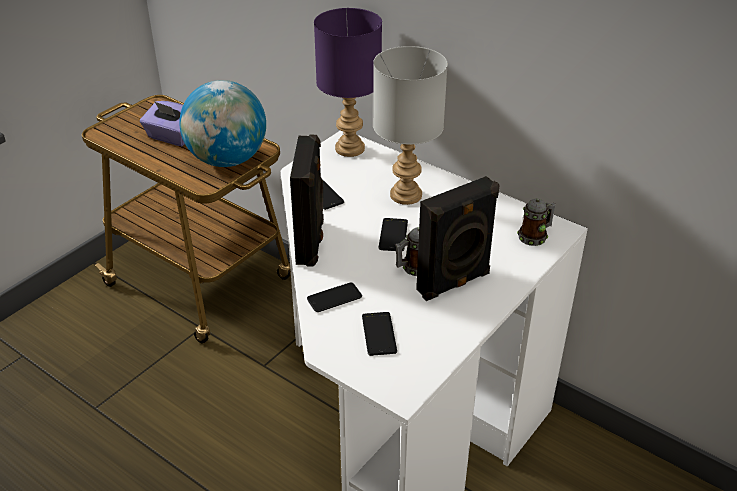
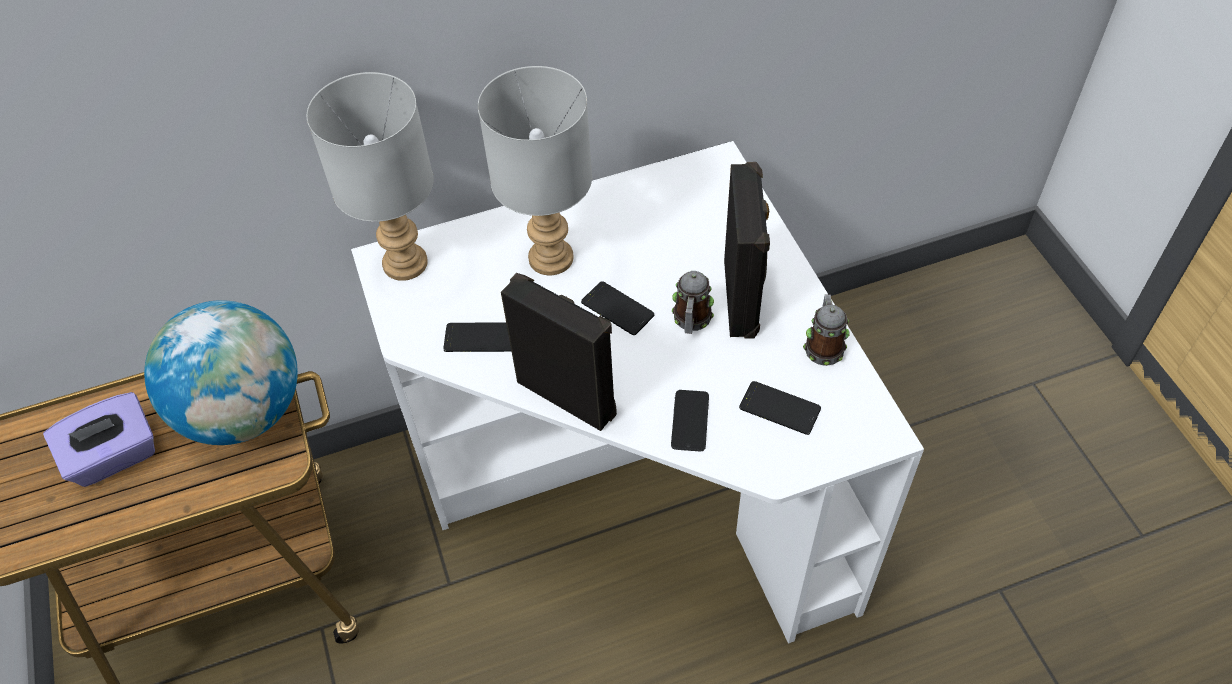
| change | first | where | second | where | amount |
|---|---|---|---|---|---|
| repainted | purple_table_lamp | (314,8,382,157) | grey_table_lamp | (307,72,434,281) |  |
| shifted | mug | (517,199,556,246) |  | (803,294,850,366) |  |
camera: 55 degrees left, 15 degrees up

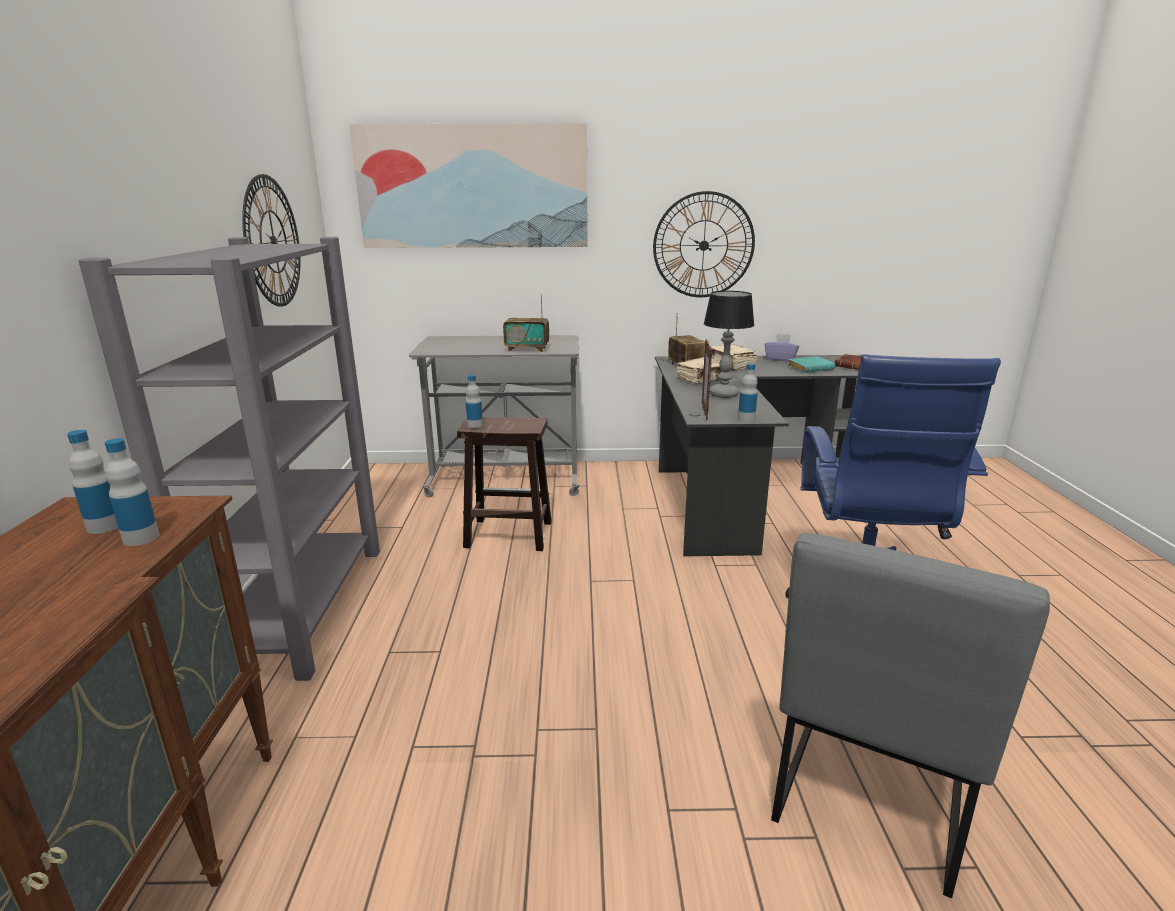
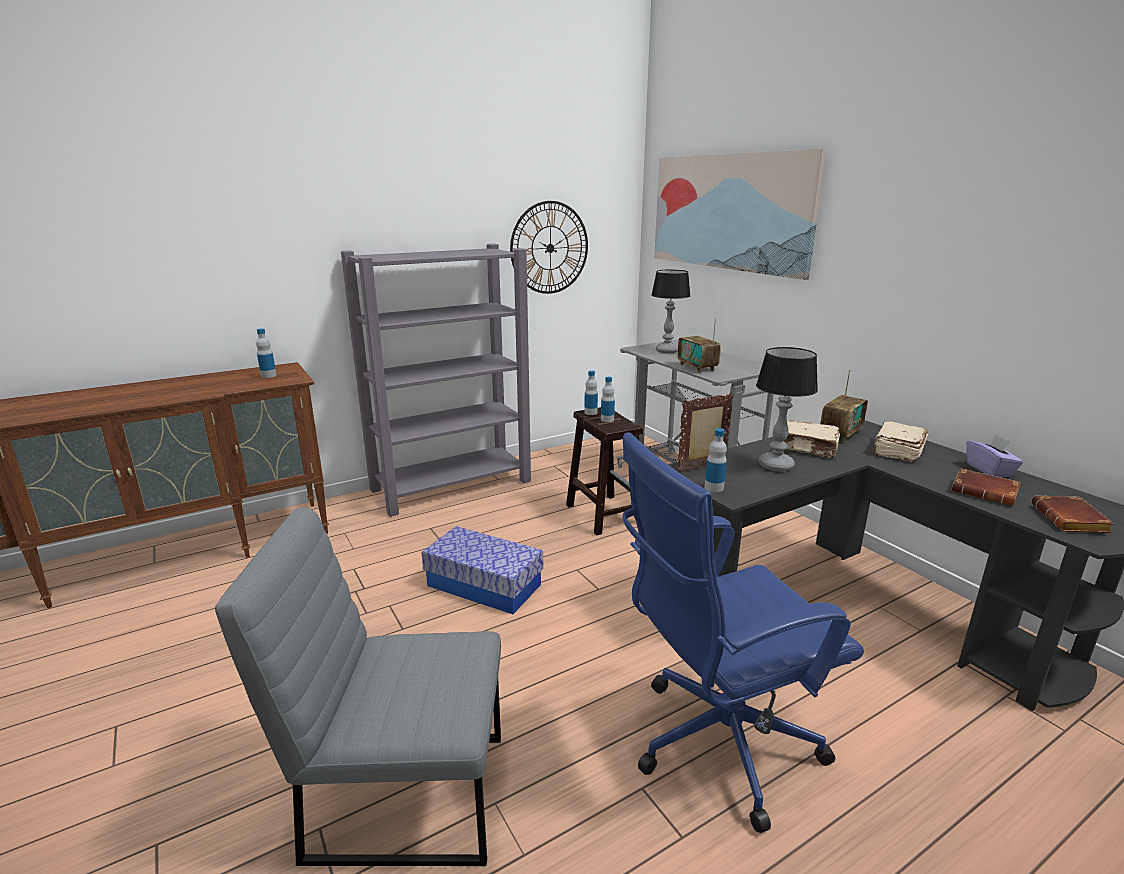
| change | first | where | second | where | amount |
|---|---|---|---|---|---|
| gone | wall_clock | (653,191,755,297) |  |  |  |
| repainted | turquoise_book | (788,356,835,373) | brown_book | (951,469,1021,506) |  |
| shifted | bottle | (105,438,159,546) |  | (601,377,615,422) |  |
| new |  |  | table_lamp | (651,270,690,353) |  |
| new |  |  | storage_box | (421,526,543,614) |  |
camera: 60 degrees right, 0 degrees up

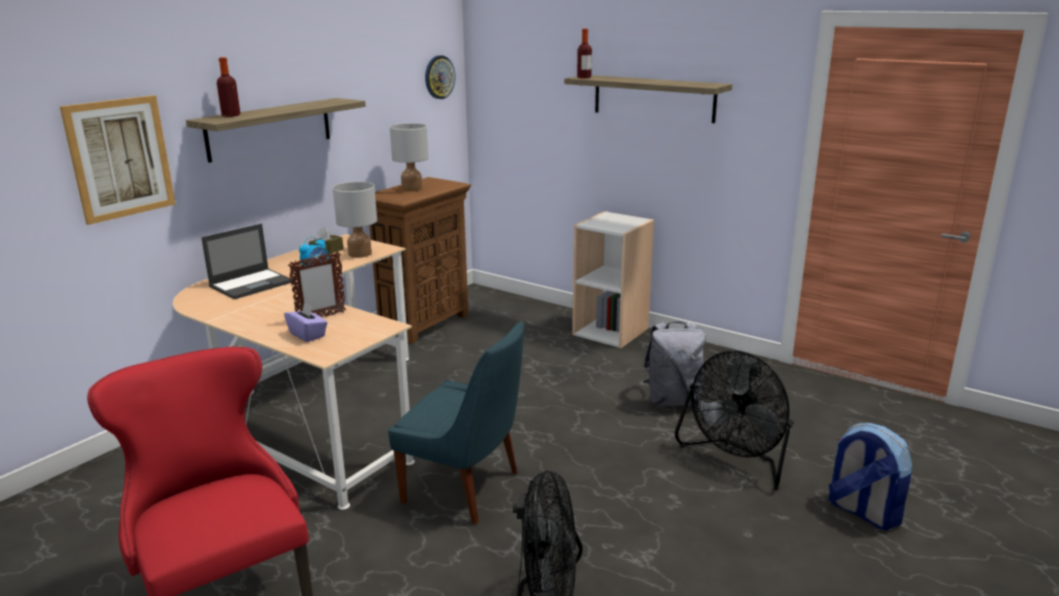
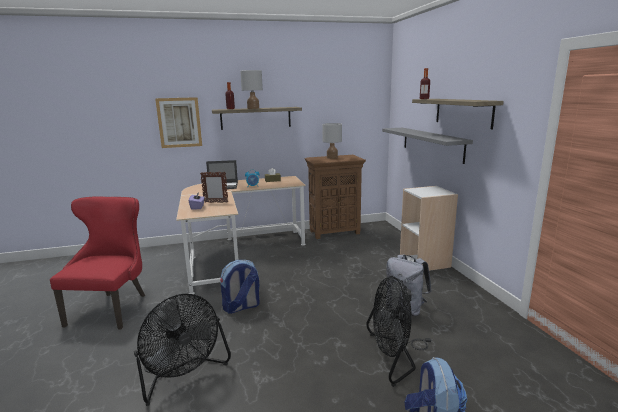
| change | first | where | second | where | amount |
|---|---|---|---|---|---|
| gone | wall_clock | (425,55,456,99) |  |  |  |
| shifted | grey_table_lamp | (333,182,377,258) |  | (240,70,263,109) |  |
| swapped | blue_chair | (388,321,524,524) | backpack | (220,260,260,314) |  |
| new |  |  | grey_shelf | (382,128,473,164) |  |
camera: 40 degrees right, 5 degrees down

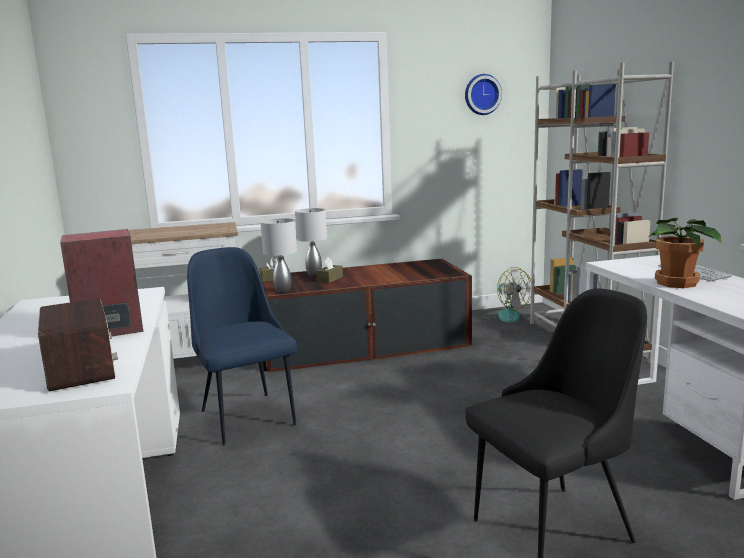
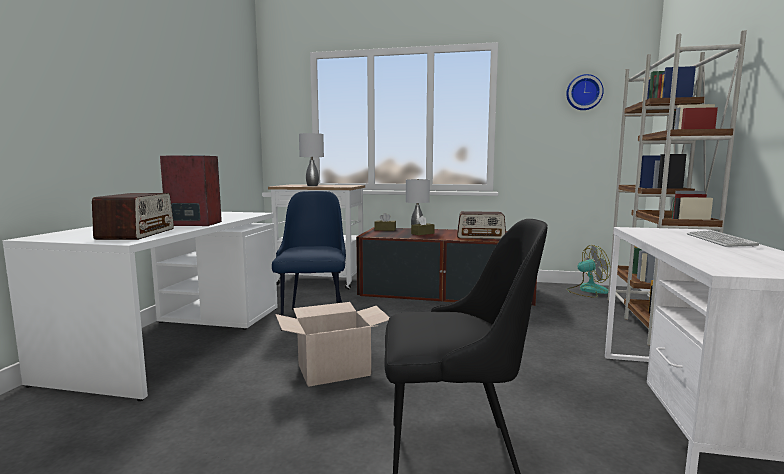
| change | first | where | second | where | amount |
|---|---|---|---|---|---|
| shifted | grey_table_lamp | (261,218,297,293) |  | (299,133,324,186) |  |
| gone | potted_plant | (650,218,722,288) |  |  |  |
| rotated | fan | (479,267,531,323) |  | (567,245,610,298) | 90 degrees counterclockwise |
| new |  |  | radio | (457,211,506,239) |  |
| new |  |  | cardboard_box | (275,302,390,387) |  |
camera: 25 degrees right, 5 degrees down

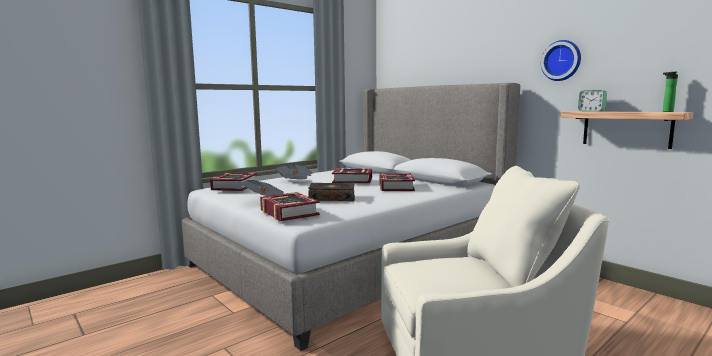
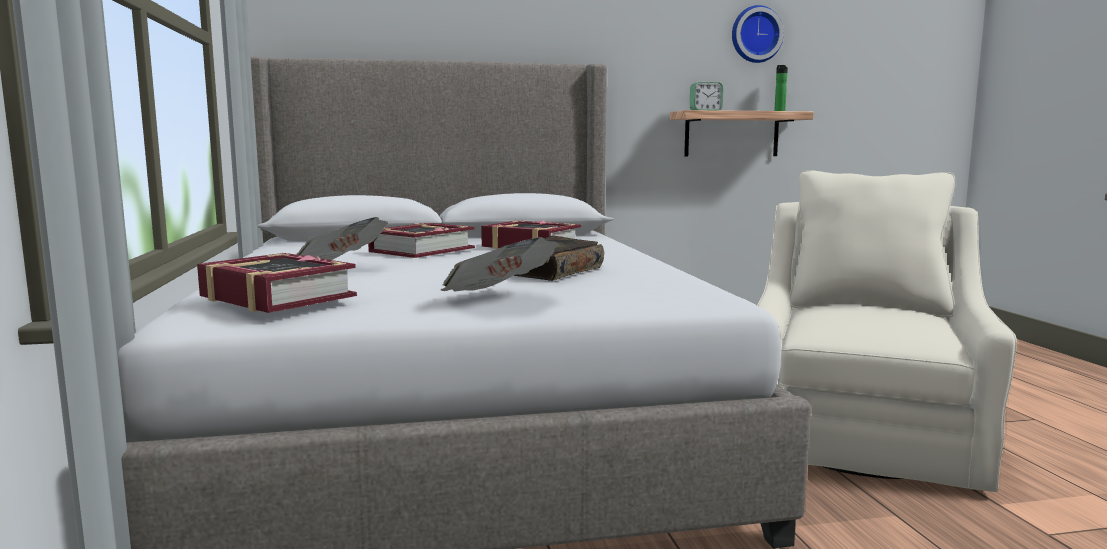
| change | first | where | second | where | amount |
|---|---|---|---|---|---|
| shifted | wall_clock | (541,40,581,81) |  | (732,5,784,63) |  |
| gone | book | (260,192,320,221) |  |  |  |
camera: 60 degrees left, 0 degrees up

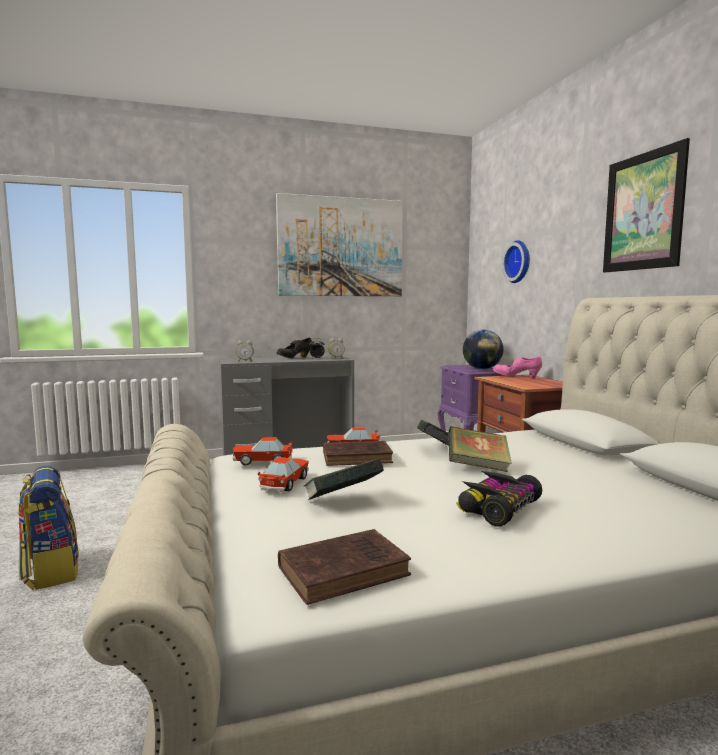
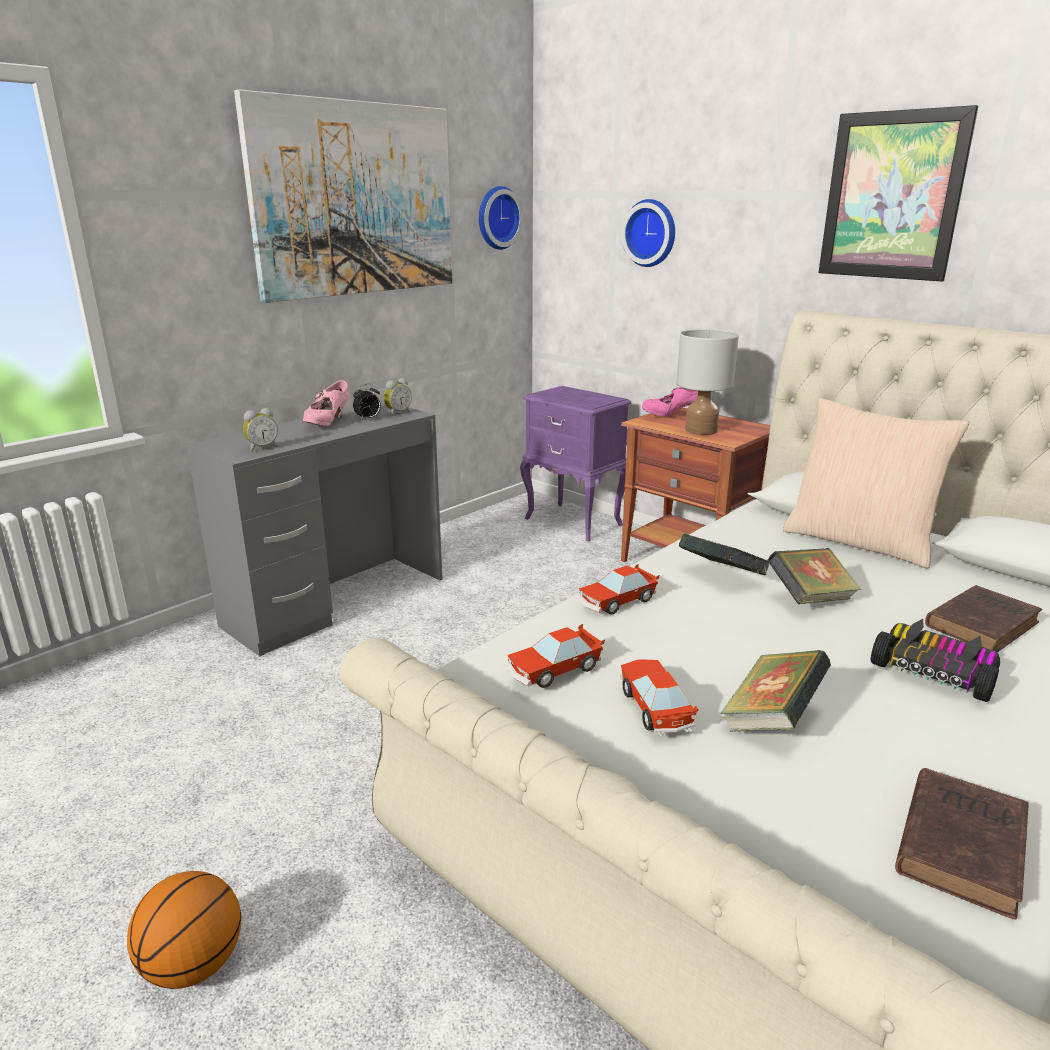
| change | first | where | second | where | amount |
|---|---|---|---|---|---|
| gone | globe | (463,329,504,369) |  |  |  |
| repainted | black_shoe | (276,338,312,358) | pink_shoe | (303,380,349,426) |  |
| shifted | brown_book | (323,441,393,466) |  | (925,585,1042,652) |  |
| swapped | backpack | (18,465,79,590) | basketball | (127,871,241,989) |  |
| rotated | toy_car | (456,471,542,527) |  | (870,619,1000,702) | 120 degrees clockwise |
| new |  |  | wall_clock | (479,186,523,250) |  |
| new |  |  | grey_table_lamp | (676,329,739,435) |  |
| new |  |  | beige_pillow | (783,398,969,569) |  |
camera: 30 degrees left, 15 degrees up

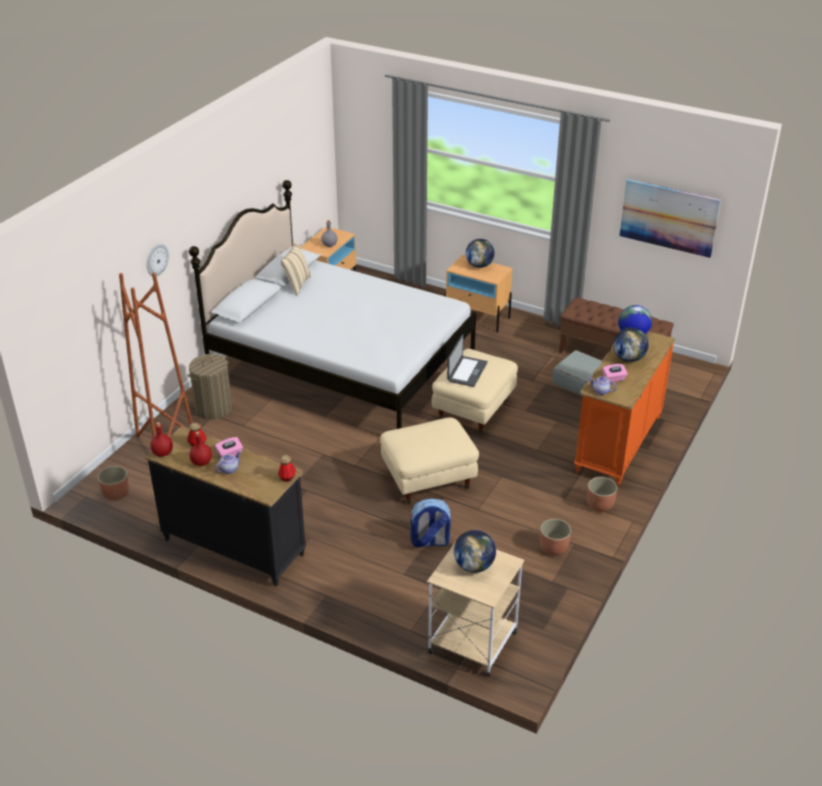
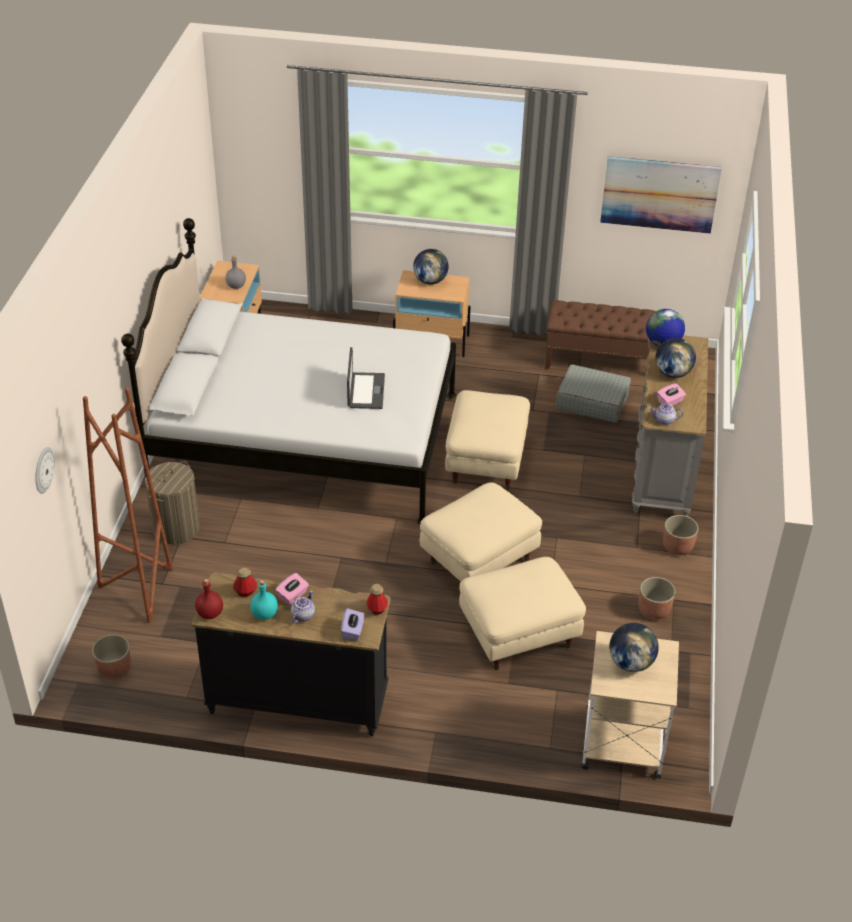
| change | first | where | second | where | amount |
|---|---|---|---|---|---|
| gone | beige_pillow | (281,241,311,296) |  |  |  |
| shifted | wall_clock | (147,244,169,277) |  | (35,447,55,494) |  |
| repainted | orange_dresser | (574,331,675,486) | grey_dresser | (632,336,708,516) |  |
| shifted | laptop | (447,334,488,387) |  | (347,347,385,409) |  |
| repainted | red_bottle | (189,432,212,466) | turquoise_bottle | (250,580,278,620) |  |
| swapped | backpack | (410,498,451,548) | beige_ottoman | (459,557,586,670) |  |
| new |  |  | purple_tissue_box | (341,608,364,641) |  |
camera: 20 degrees left, 5 degrees up

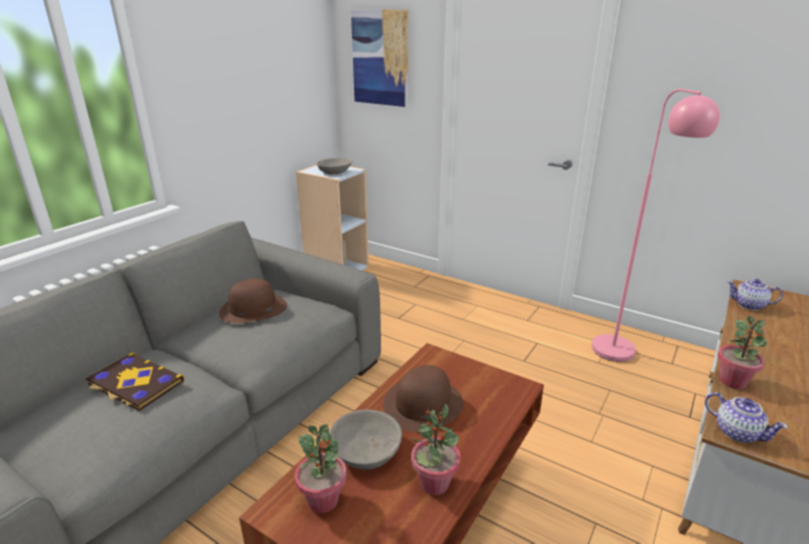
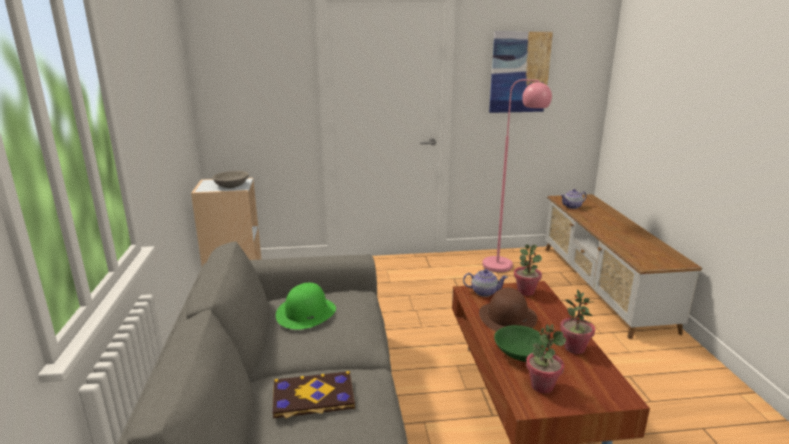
| change | first | where | second | where | amount |
|---|---|---|---|---|---|
| shifted | picture | (351,10,408,107) |  | (489,32,553,113) |  |
| repainted | brown_hat | (219,279,287,323) | green_hat | (276,283,336,330) |  |
| shifted | potted_plant | (718,316,767,389) |  | (514,244,542,296) |  |
| shifted | teapot | (705,392,788,443) |  | (463,269,508,297) |  |
| repainted | grey_bowl | (329,410,402,470) | green_bowl | (494,325,550,362) |  |
camera: 40 degrees left, 5 degrees down

